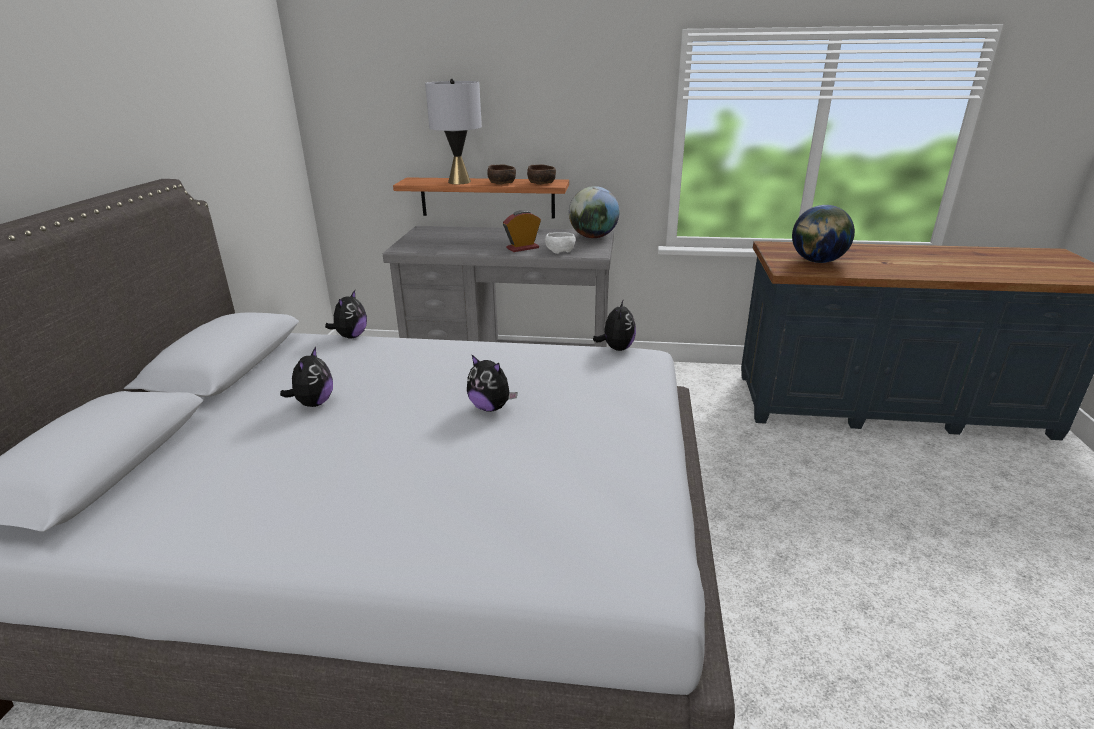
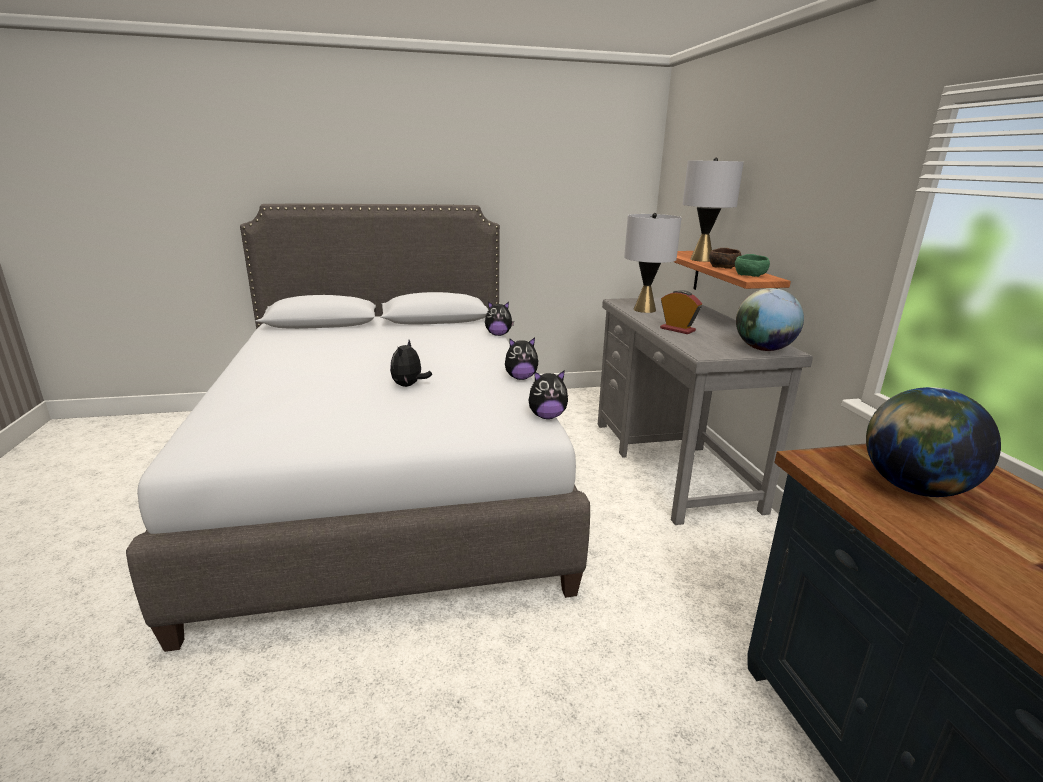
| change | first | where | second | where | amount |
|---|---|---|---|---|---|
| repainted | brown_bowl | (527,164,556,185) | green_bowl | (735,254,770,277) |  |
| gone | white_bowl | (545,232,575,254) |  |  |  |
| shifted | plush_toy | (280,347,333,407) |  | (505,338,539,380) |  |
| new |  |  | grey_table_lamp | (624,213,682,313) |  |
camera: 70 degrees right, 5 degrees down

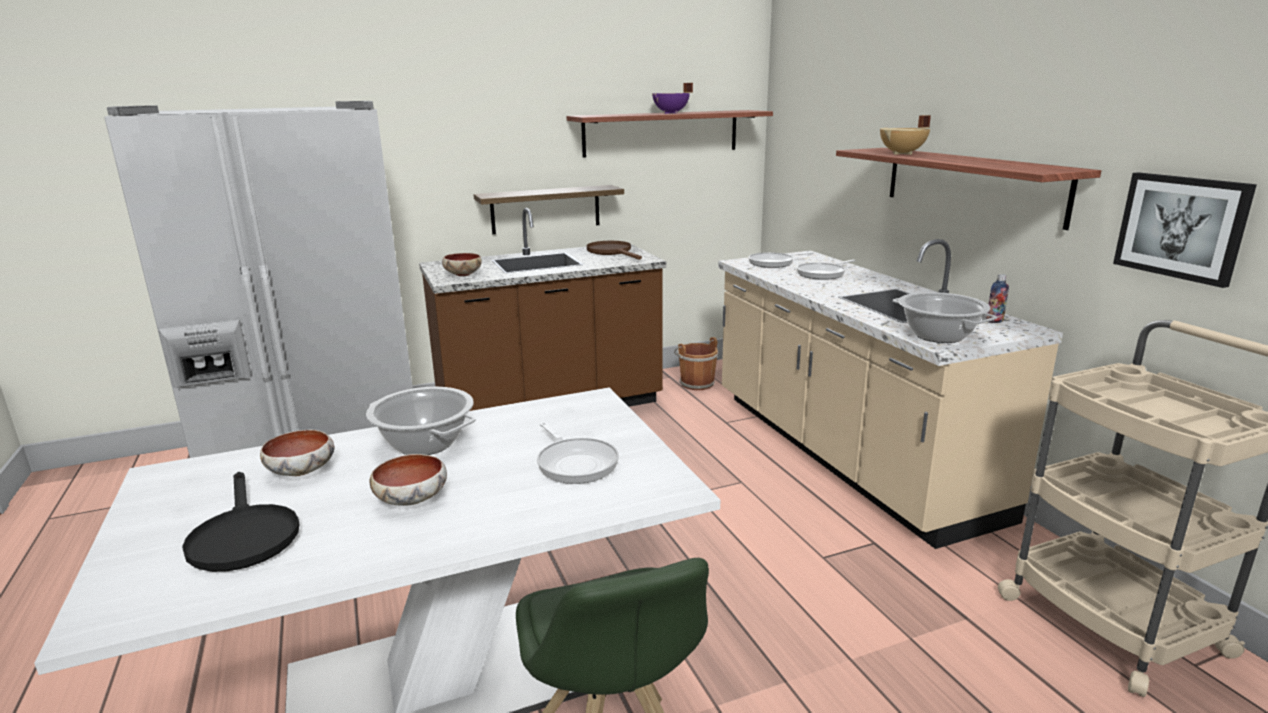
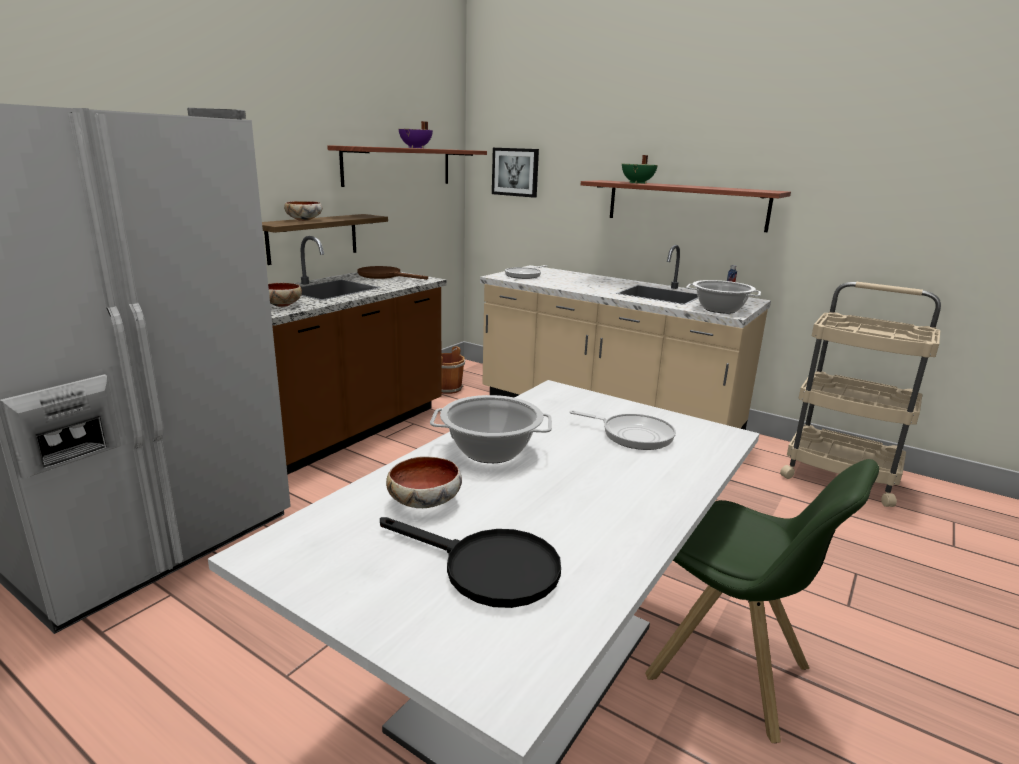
| change | first | where | second | where | amount |
|---|---|---|---|---|---|
| repainted | beige_cooking_pot | (880,115,931,155) | green_cooking_pot | (622,155,658,184) |  |
| shifted | picture | (1113,172,1257,288) |  | (492,148,539,198) |  |
| gone | frying_pan | (797,260,855,280) |  |  |  |
| shifted | bowl | (369,454,447,506) |  | (284,201,322,221) |  |
camera: 35 degrees left, 0 degrees up

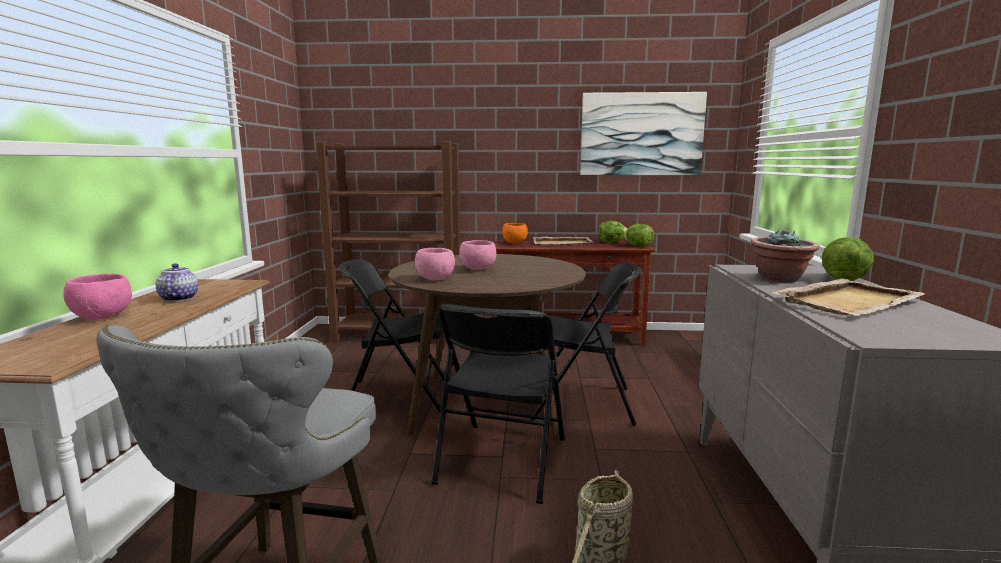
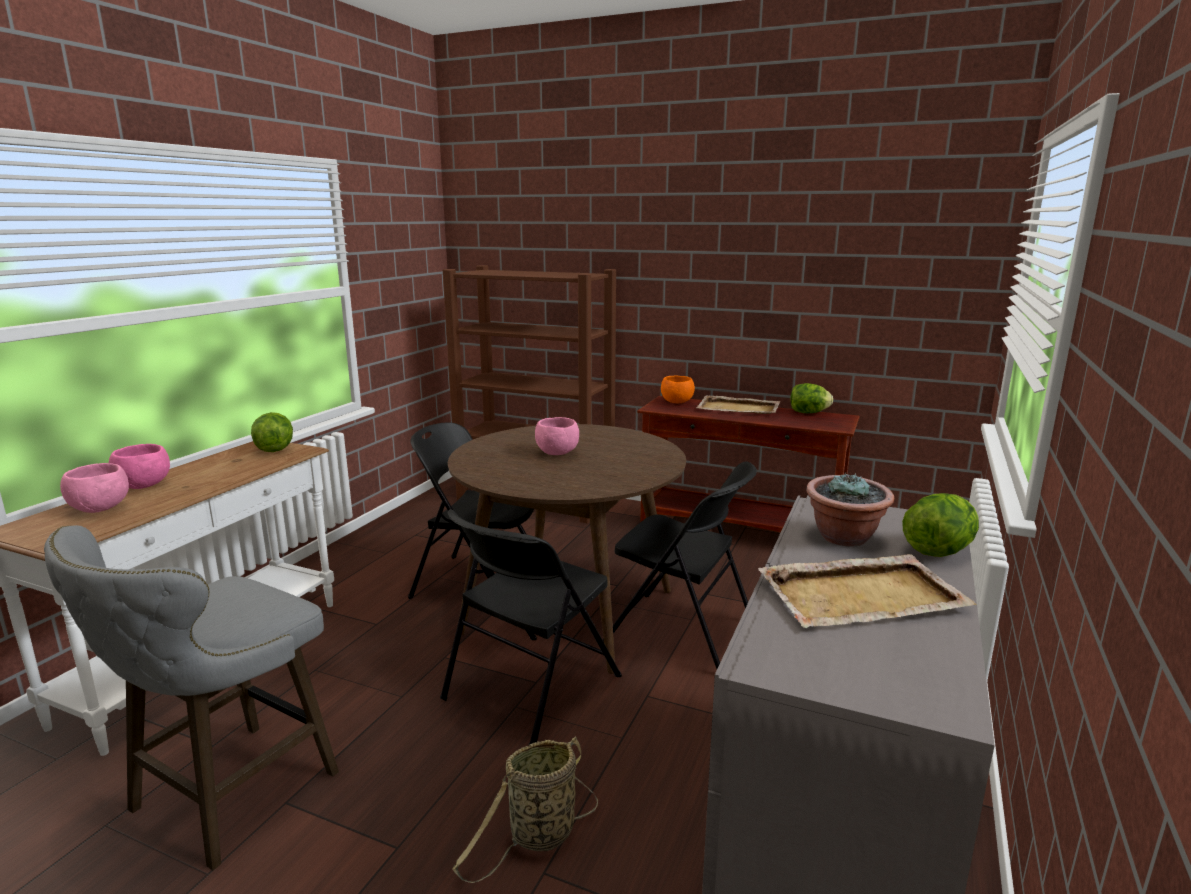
| change | first | where | second | where | amount |
|---|---|---|---|---|---|
| gone | picture | (580,92,707,175) |  |  |  |
| shifted | lettuce | (624,224,654,247) |  | (251,412,293,452) |  |
| shifted | pink_bowl | (415,248,455,281) |  | (60,463,129,513) |  |
| gone | teapot | (155,263,198,302) |  |  |  |
camera: 20 degrees right, 5 degrees up

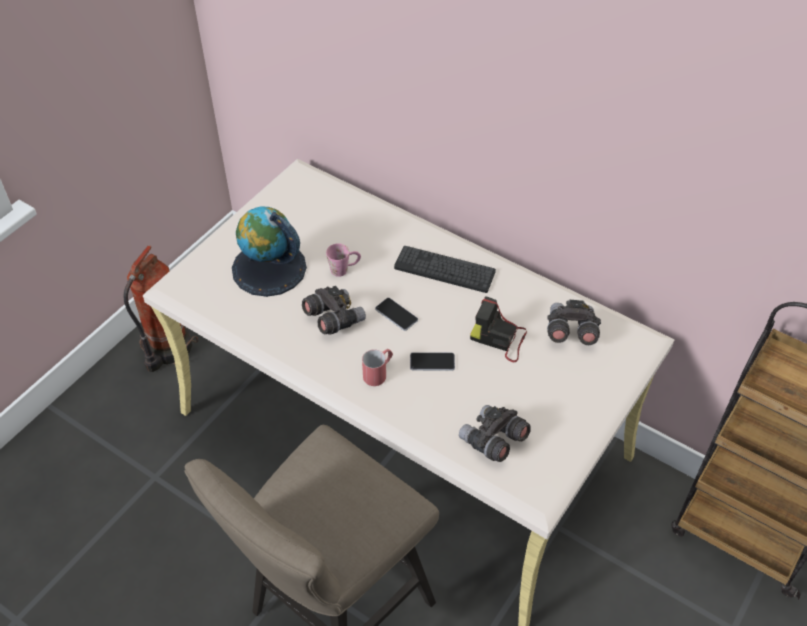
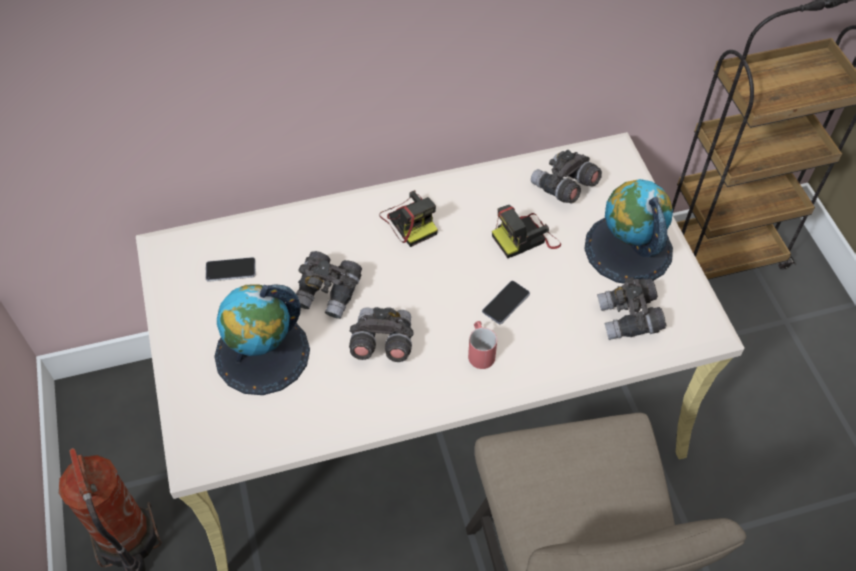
| change | first | where | second | where | amount |
|---|---|---|---|---|---|
| swapped | pink_mug | (326,243,361,277) | grey_binoculars | (296,251,362,319) |  |
| swapped | keyboard | (394,246,496,293) | photo_camera | (379,190,438,247) |  |
| shifted | phone | (375,298,418,331) |  | (206,257,256,282) |  |
| new |  |  | globe | (584,179,673,284) |  |
camera: 50 degrees left, 5 degrees up

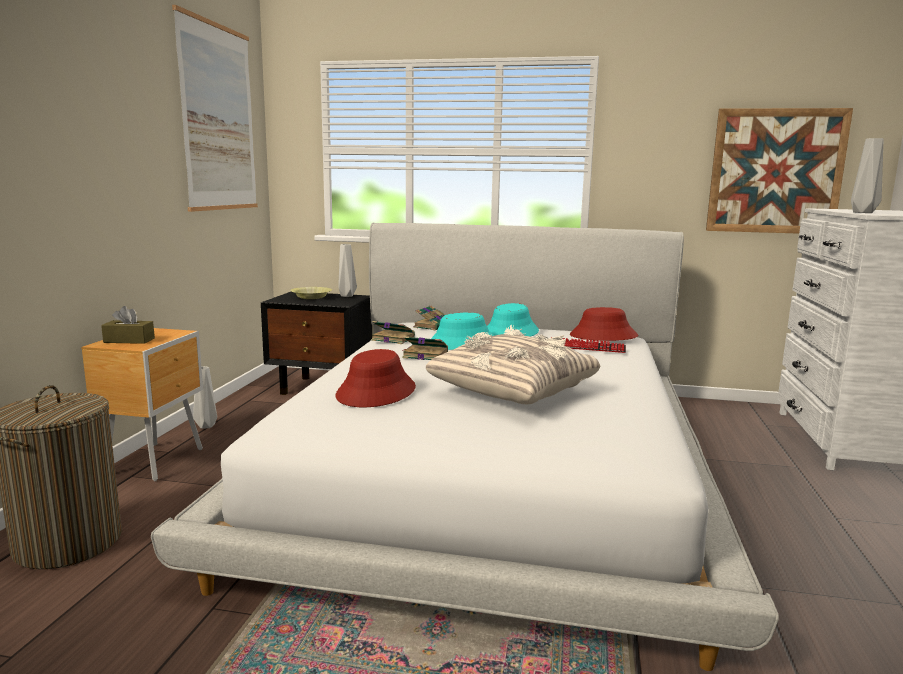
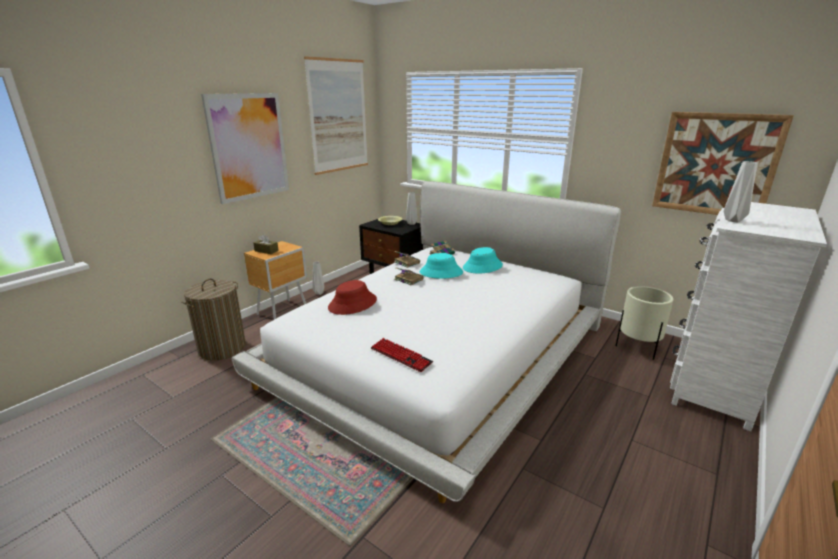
| change | first | where | second | where | amount |
|---|---|---|---|---|---|
| gone | red_hat | (570,307,638,341) |  |  |  |
| gone | beige_pillow | (426,324,601,404) |  |  |  |
| shifted | keyboard | (551,337,626,353) |  | (371,338,433,372) |  |
| new |  |  | picture | (201,93,289,204) |  |
| new |  |  | beige_planter | (616,286,673,360) |  |
camera: 25 degrees right, 10 degrees up

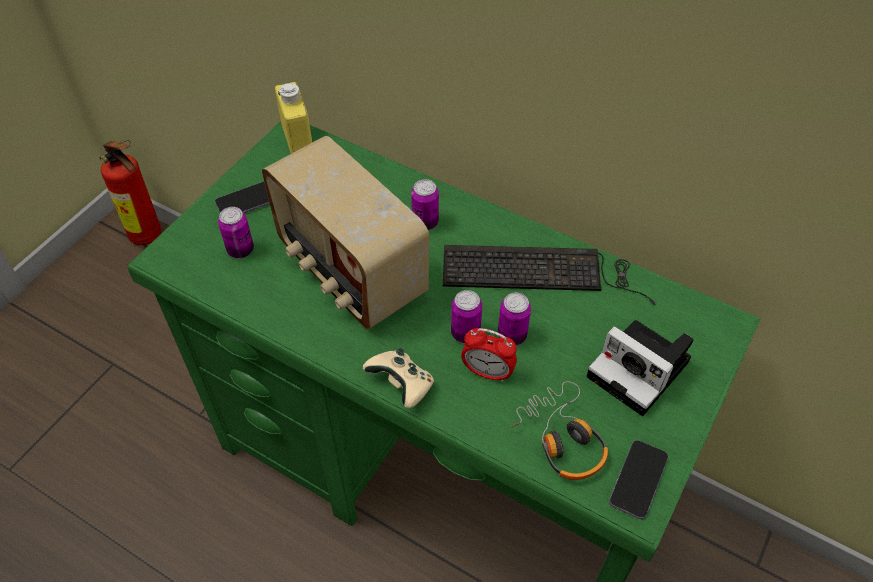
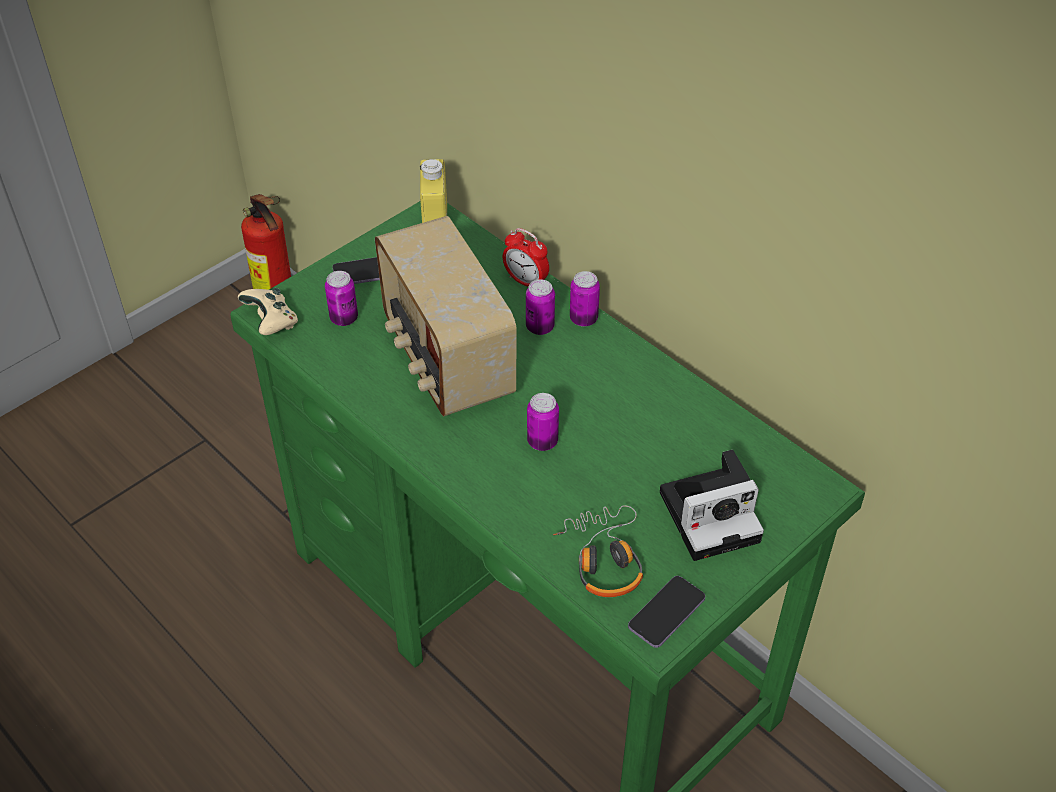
| change | first | where | second | where | amount |
|---|---|---|---|---|---|
| gone | keyboard | (443,245,656,305) |  |  |  |
| shifted | can | (498,293,531,345) |  | (570,271,600,327) |  |
| rotated | photo_camera | (587,320,694,416) |  | (660,450,764,561) | 75 degrees counterclockwise |
| shifted | alarm_clock | (461,328,517,382) |  | (503,228,549,287) |  |
| shifted | beige_game_controller | (363,348,434,408) |  | (238,288,298,335) |  |
camera: 15 degrees right, 5 degrees down

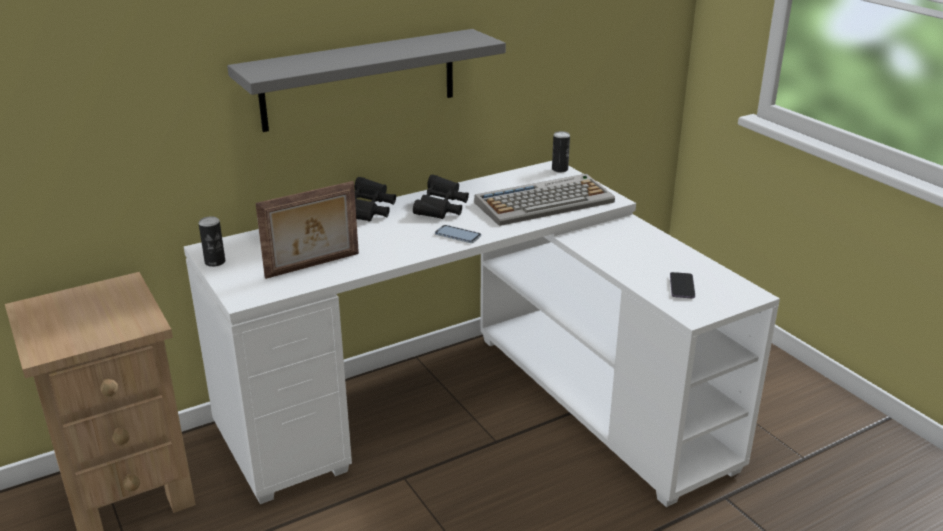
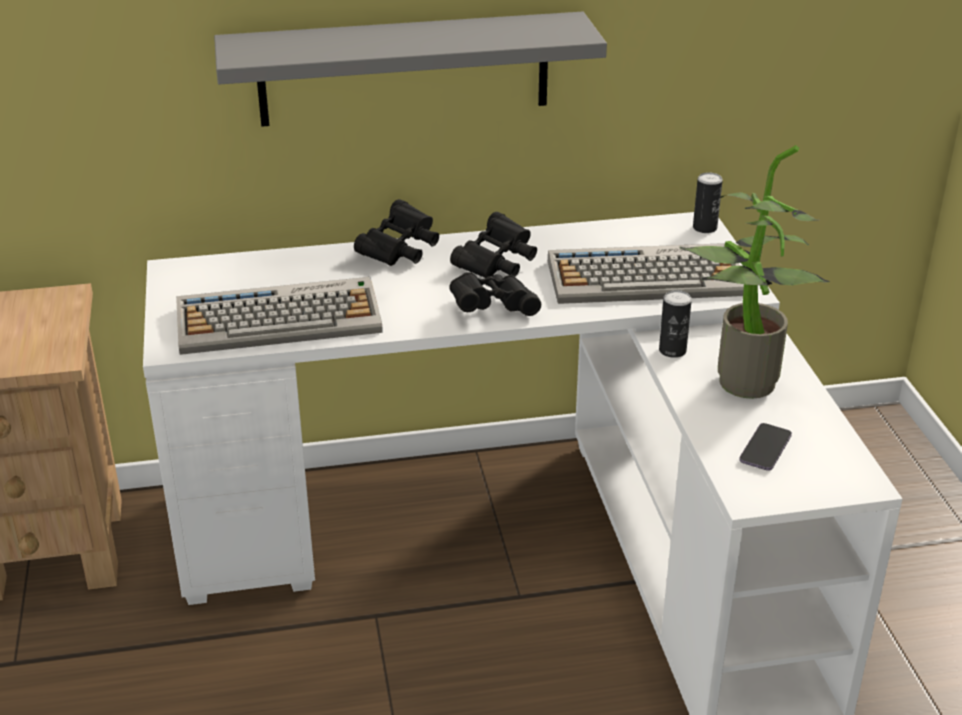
| change | first | where | second | where | amount |
|---|---|---|---|---|---|
| swapped | picture_frame | (255,181,359,279) | keyboard | (176,277,383,355) |  |
| shifted | can | (198,216,225,267) |  | (659,290,692,358) |  |
| swapped | phone | (435,225,481,243) | black_binoculars | (449,272,541,316) |  |
| new |  |  | potted_plant | (680,145,830,399) |  |
camera: 20 degrees right, 5 degrees up

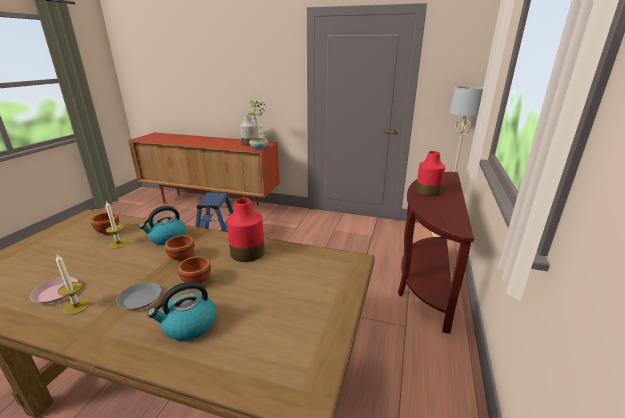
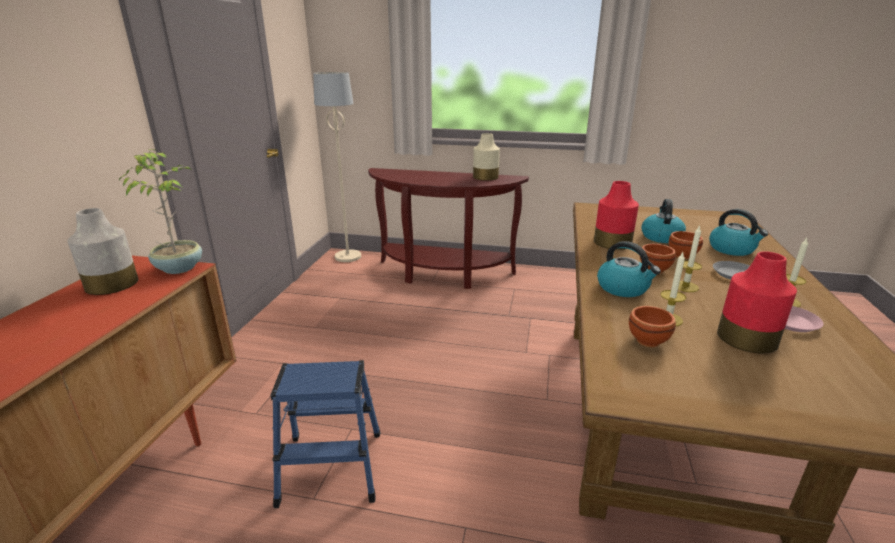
| change | first | where | second | where | amount |
|---|---|---|---|---|---|
| shifted | red_vase | (416,151,445,196) |  | (717,251,797,354) |  |
| new |  |  | beige_vase | (473,133,500,181) |  |
| new |  |  | kettle | (641,199,686,243) |  |
| new |  |  | candle | (678,225,702,292) |  |
camera: 95 degrees left, 0 degrees up

